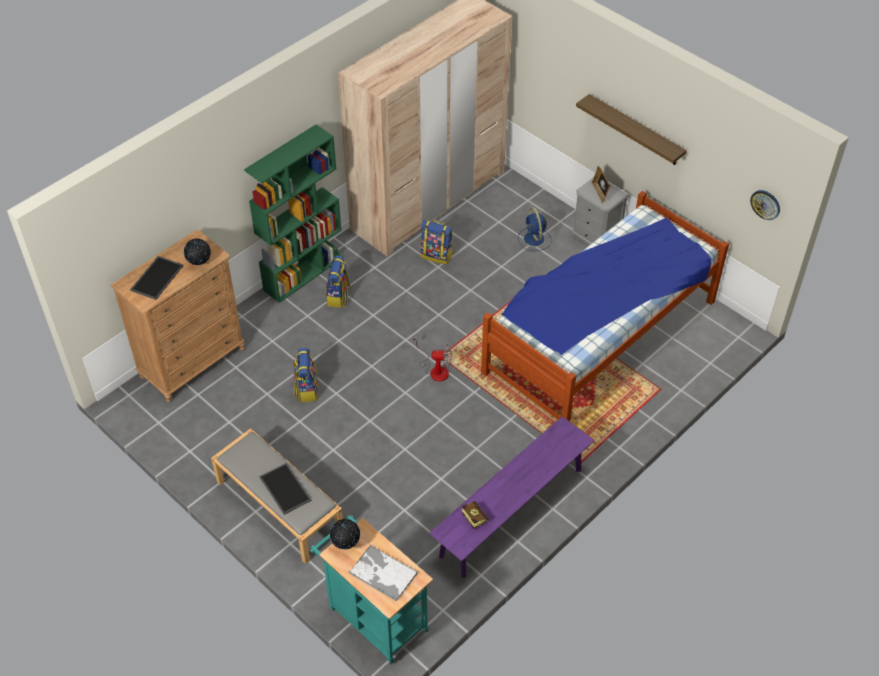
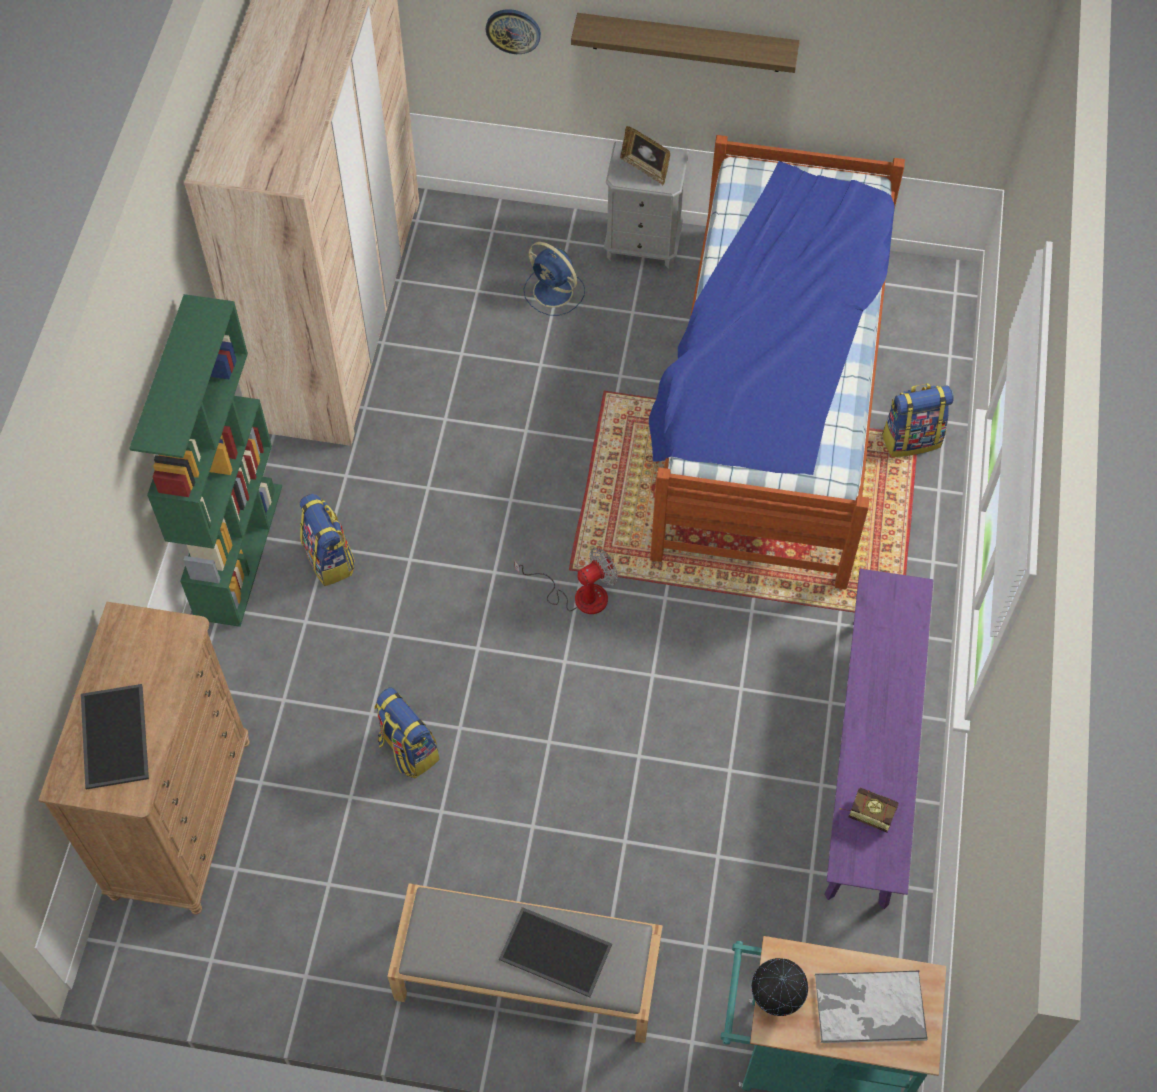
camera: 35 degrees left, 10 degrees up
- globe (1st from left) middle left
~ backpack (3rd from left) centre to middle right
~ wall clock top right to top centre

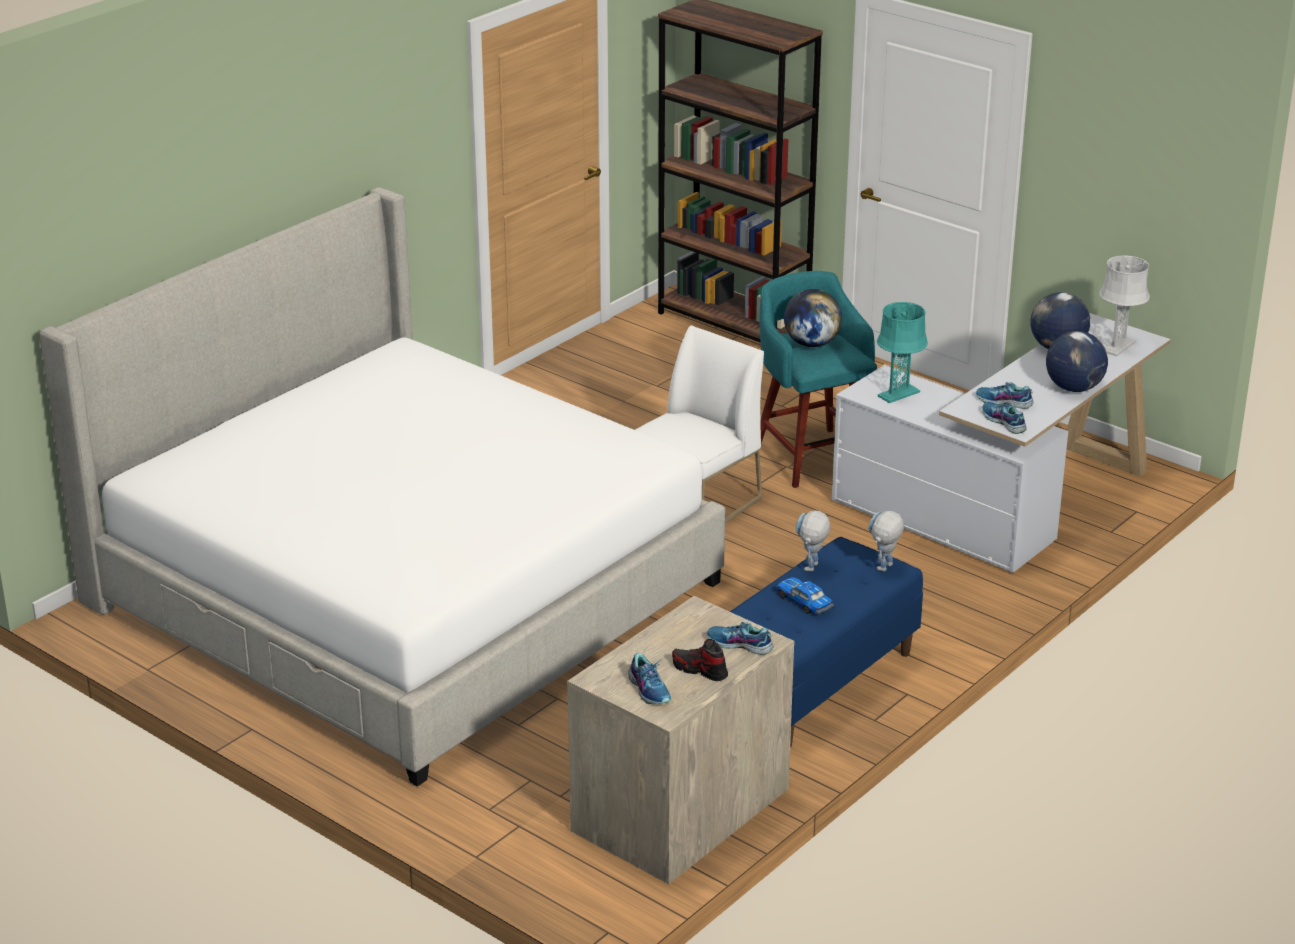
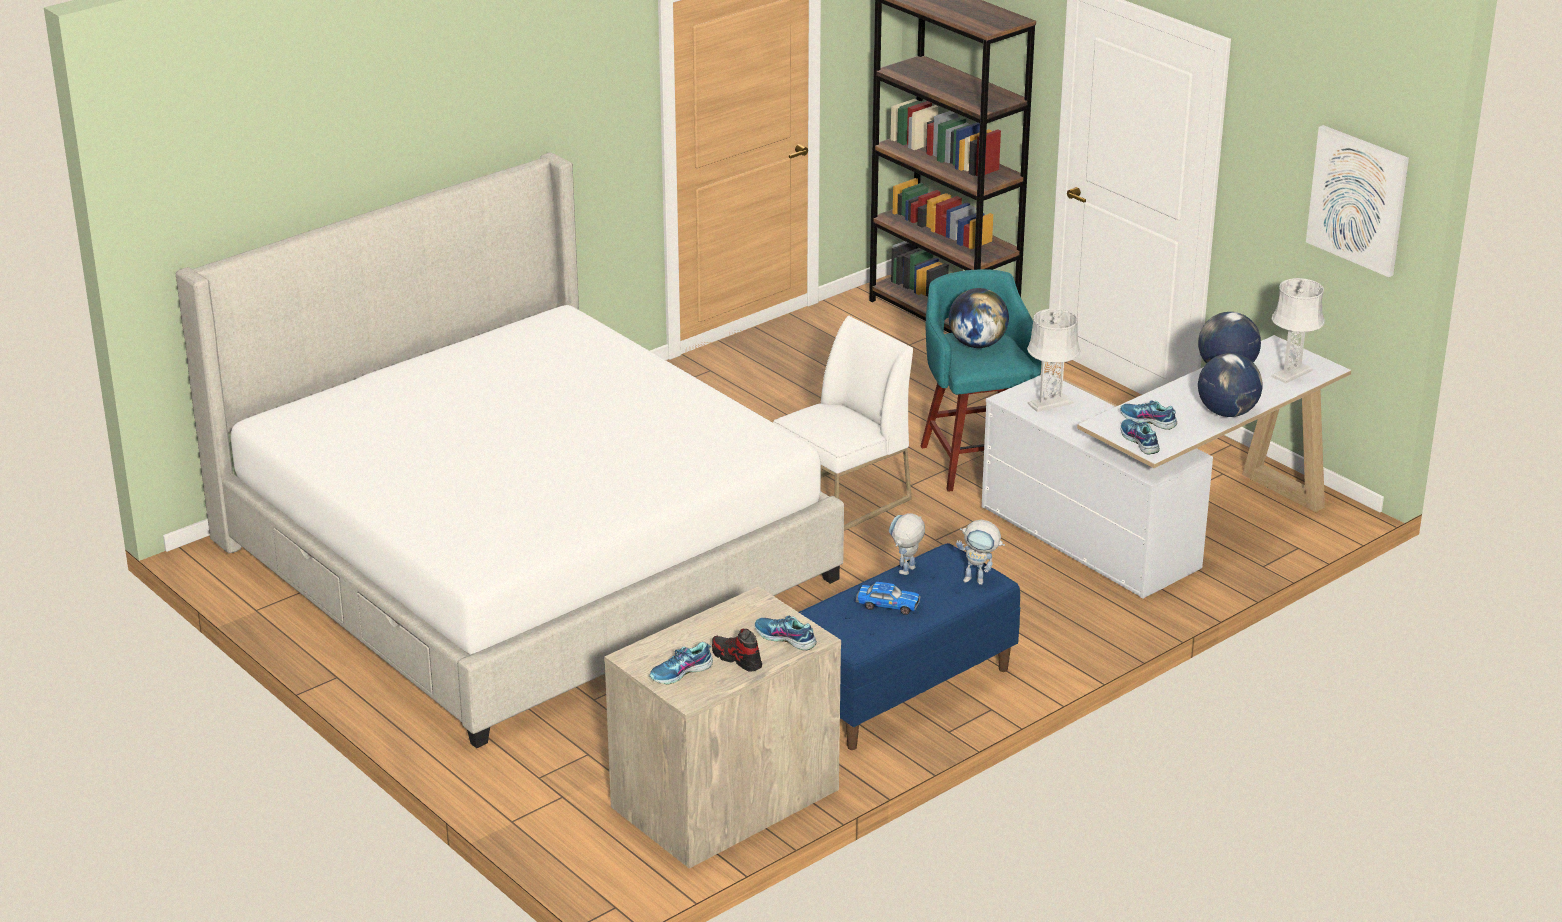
camera: 10 degrees right, 0 degrees up
+ picture top right
~ turquoise table lamp middle right to grey table lamp (1st from left) middle right
~ shoe (1st from left) bottom centre = bottom centre 75 degrees clockwise
~ toy car centre = centre 135 degrees clockwise
~ toy robot (2nd from left) middle right = centre 120 degrees counterclockwise

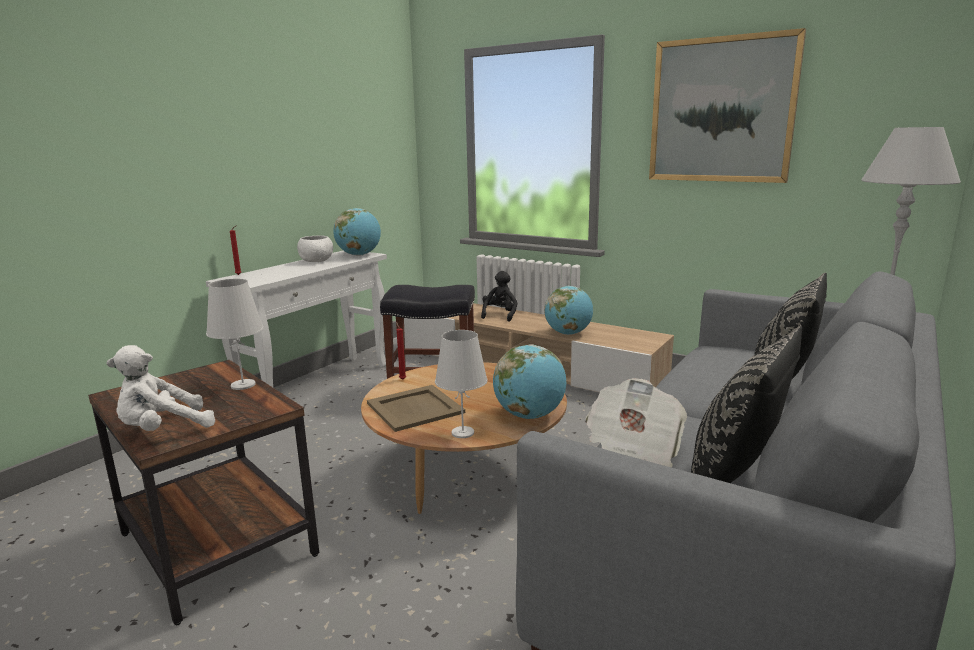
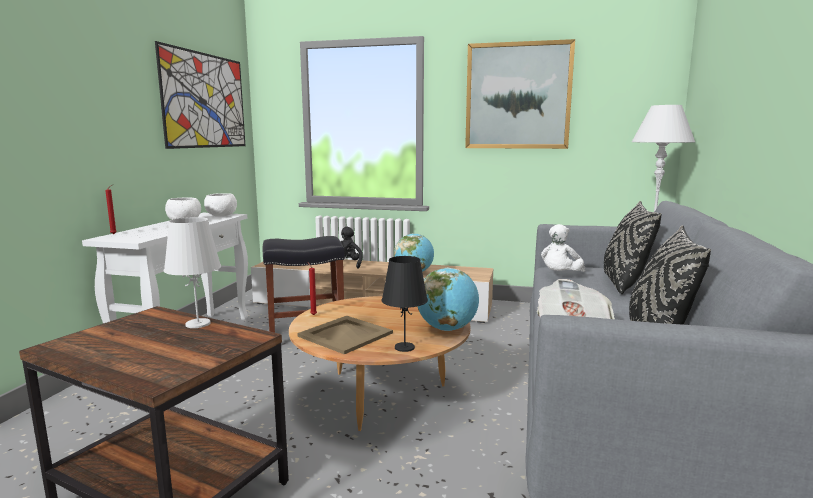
camera: 20 degrees left, 5 degrees down
+ picture (1st from left) top left
~ white plush toy middle left to middle right
~ globe (1st from left) centre to white bowl (2nd from left) middle left
~ white table lamp (2nd from left) centre to black table lamp centre

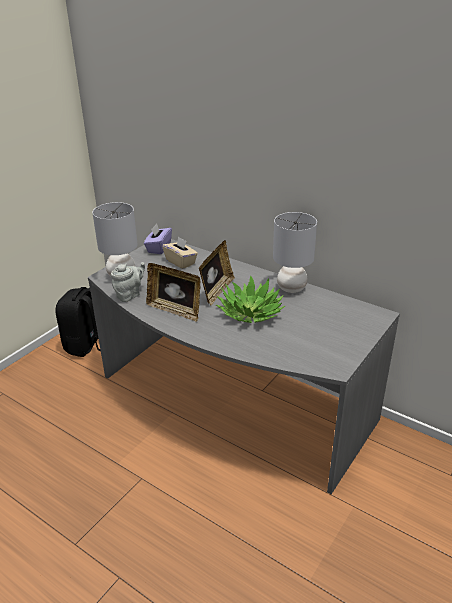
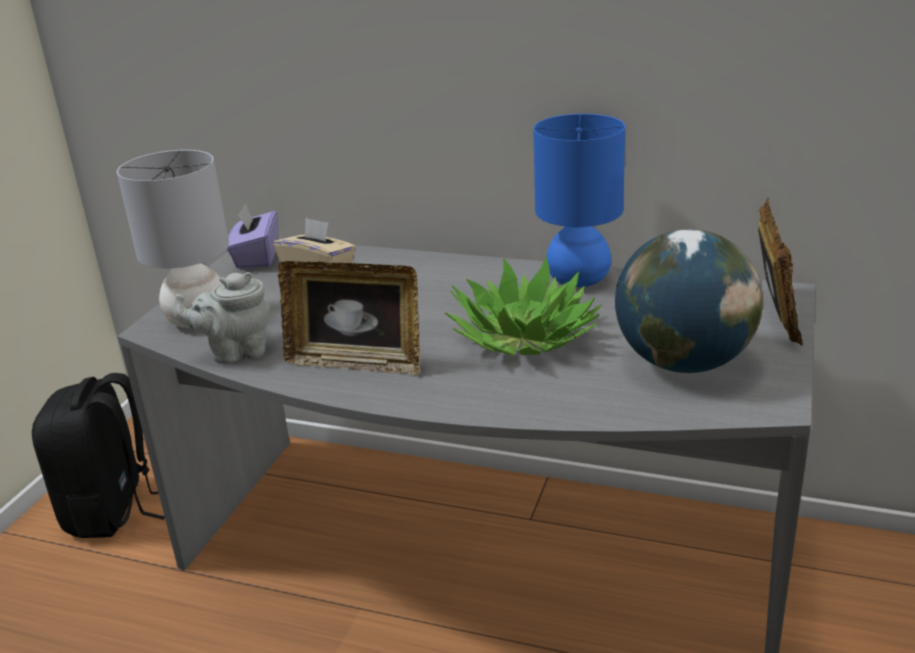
camera: 15 degrees left, 5 degrees down
+ globe middle right
~ picture frame (2nd from left) centre to middle right
~ grey table lamp (2nd from left) centre to blue table lamp top centre
~ grey teapot middle left = middle left 135 degrees counterclockwise

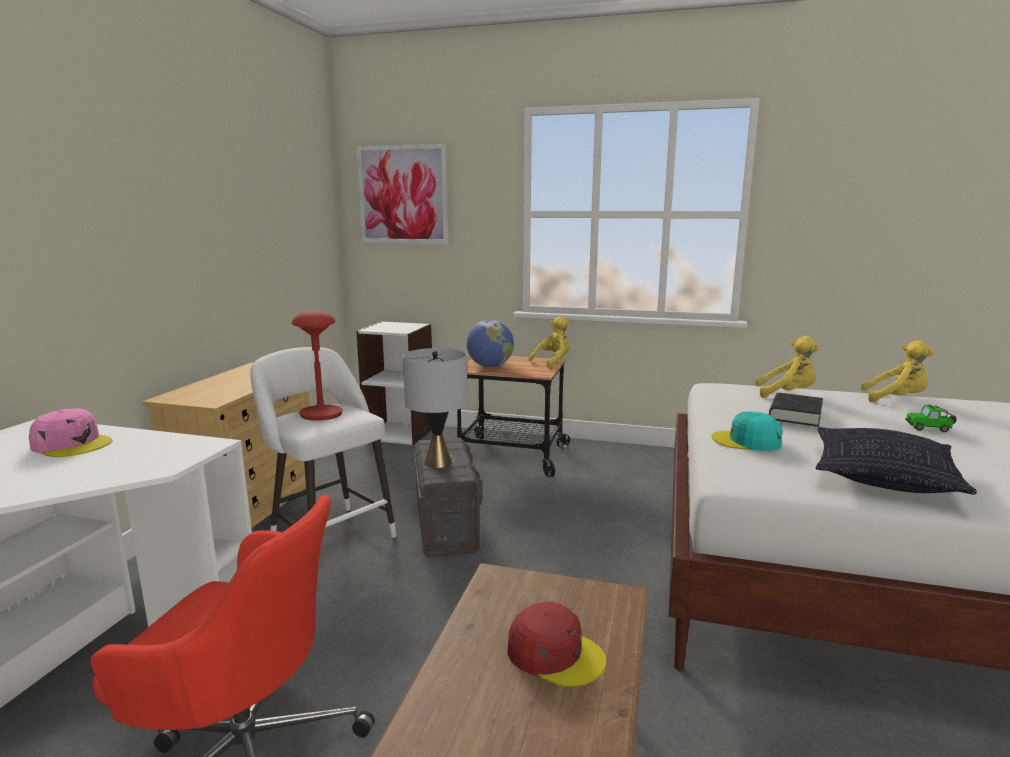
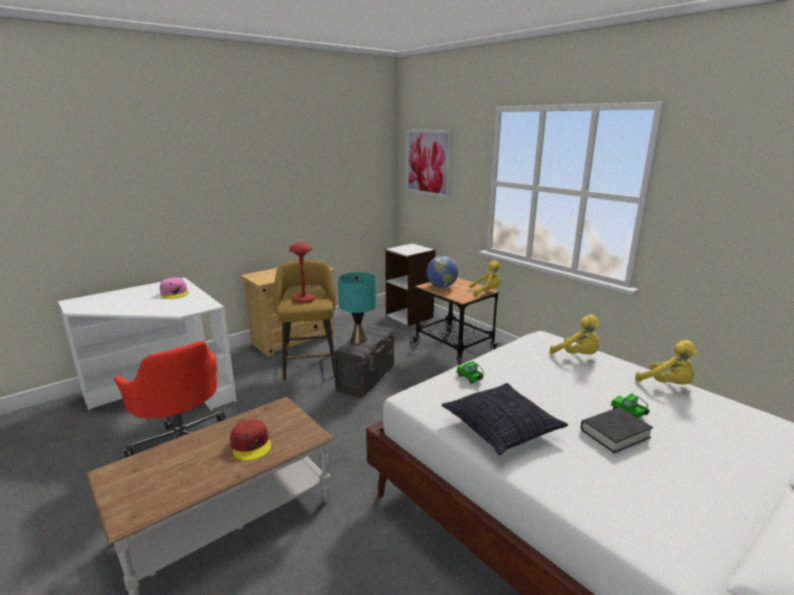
camera: 35 degrees right, 5 degrees up
~ black book middle right to bottom right
~ turquoise cap middle right to toy car (1st from left) centre
~ white stool middle left to yellow stool centre
~ grey table lamp centre to turquoise table lamp centre

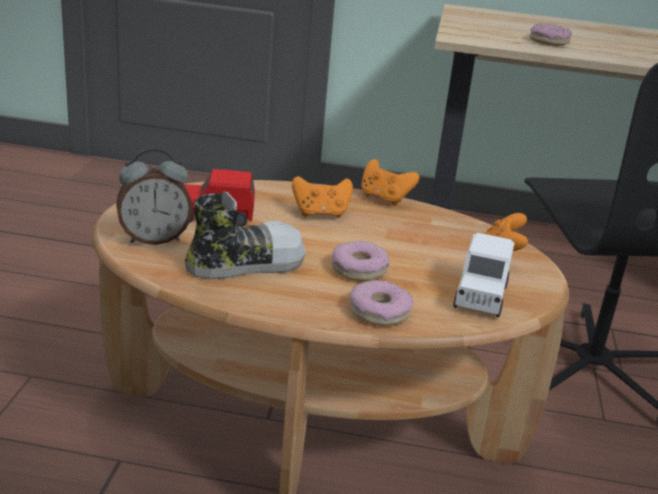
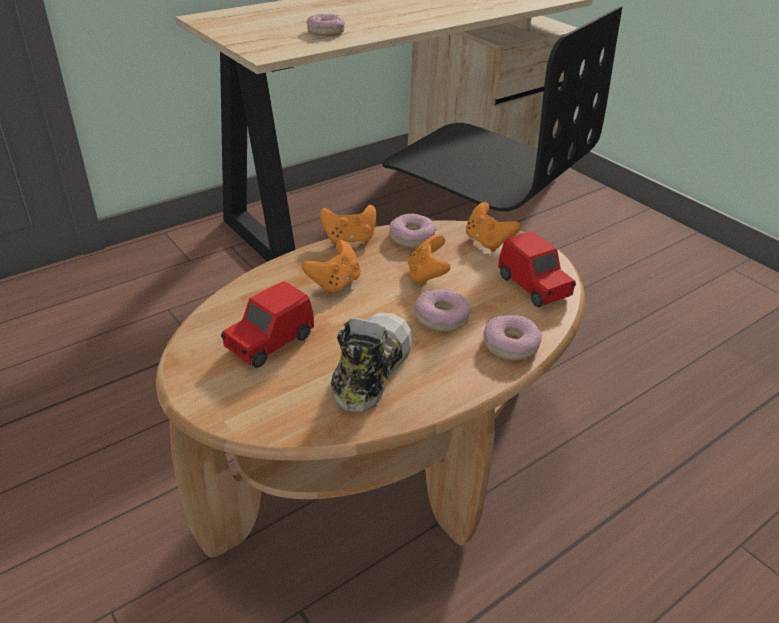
camera: 45 degrees left, 10 degrees up
- alarm clock middle left
+ donut (2nd from left) centre
+ orange game controller (3rd from left) centre
~ white toy car middle right to red toy car (2nd from left) middle right

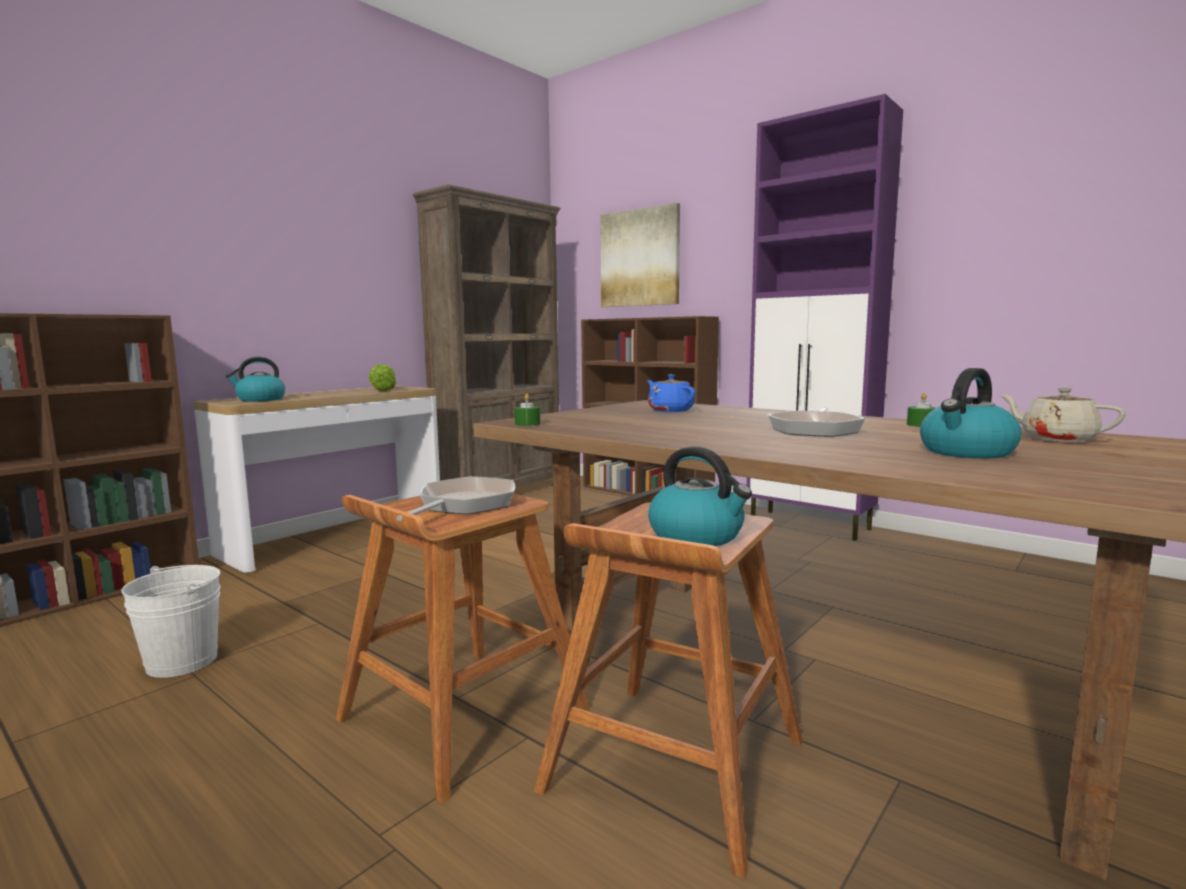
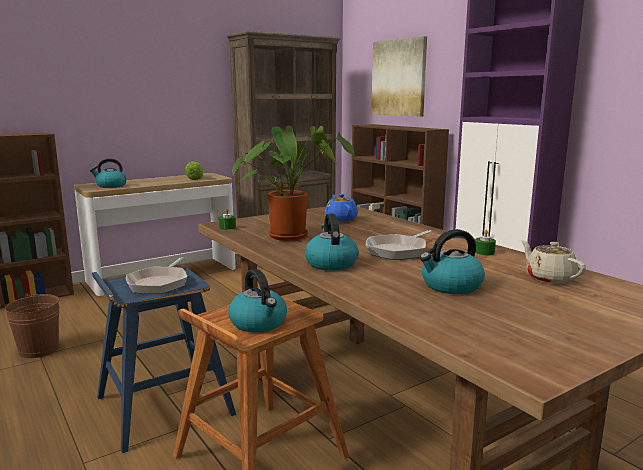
camera: 15 degrees right, 5 degrees up
+ potted plant centre
+ kettle (3rd from left) centre
~ white bucket bottom left to brown bucket bottom left
~ brown stool (1st from left) bottom centre to blue stool bottom left
~ frying pan (1st from left) centre = middle left 150 degrees clockwise

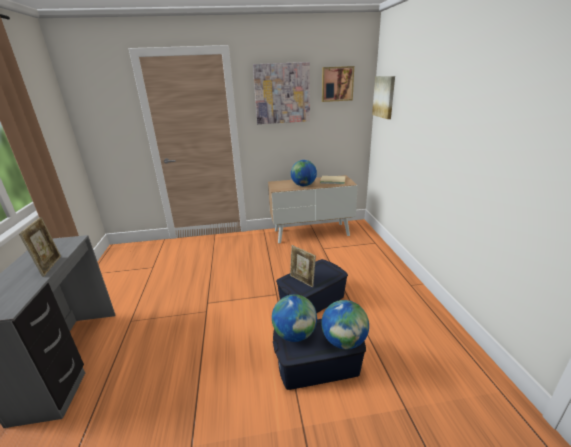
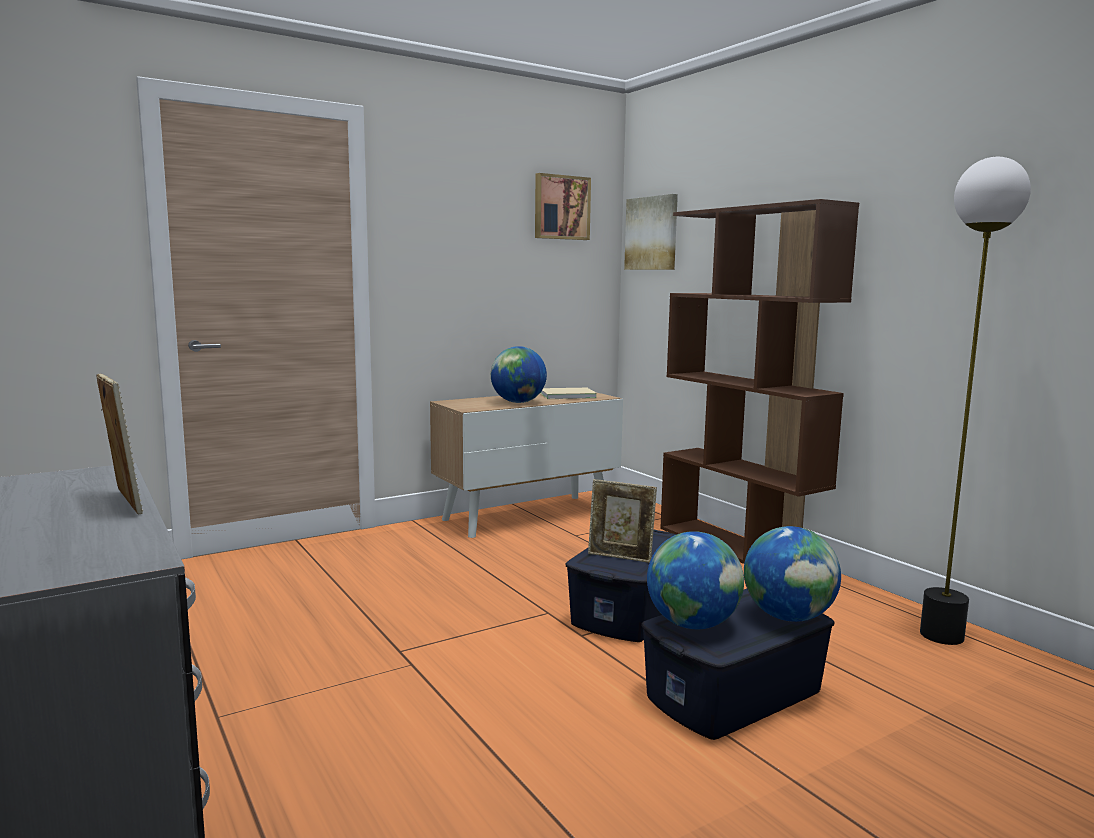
camera: 25 degrees left, 15 degrees down
- picture (1st from left) top centre
+ brown bookcase middle right
+ floor lamp middle right

